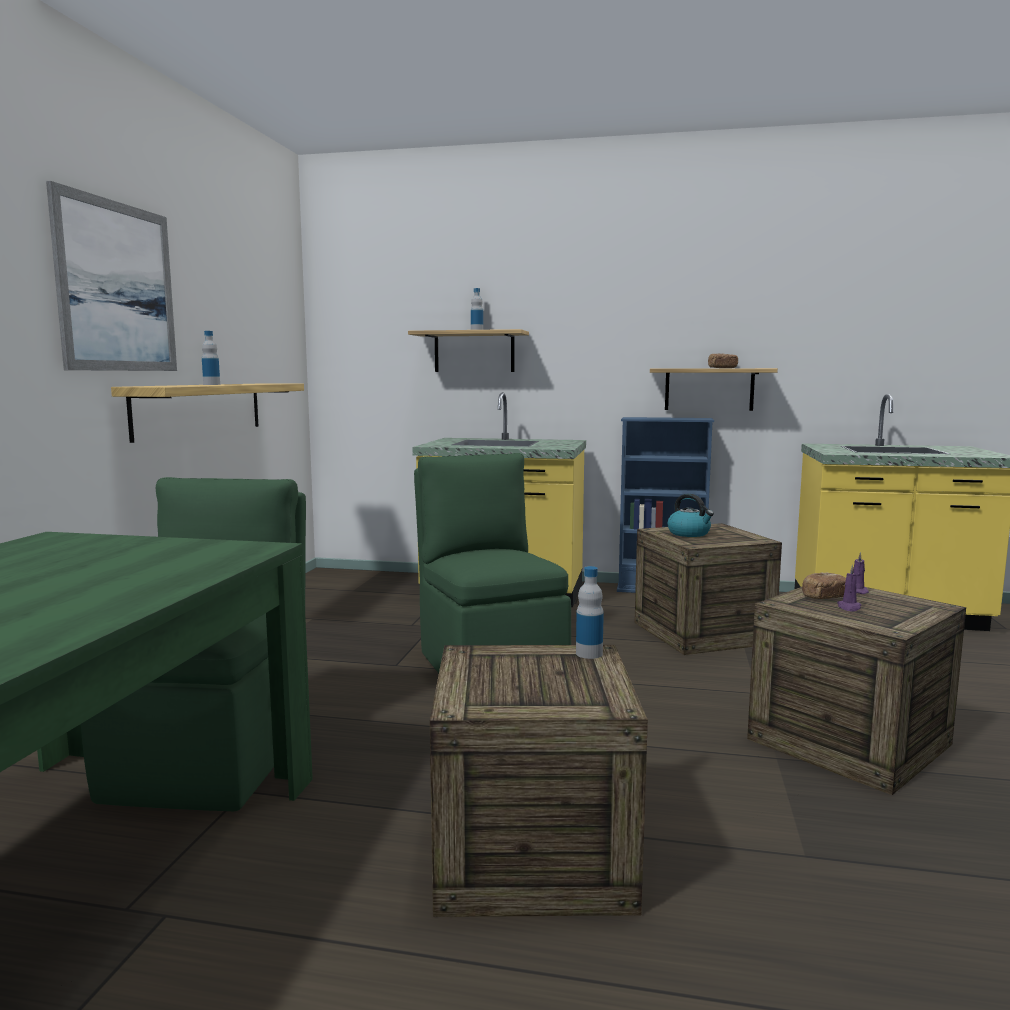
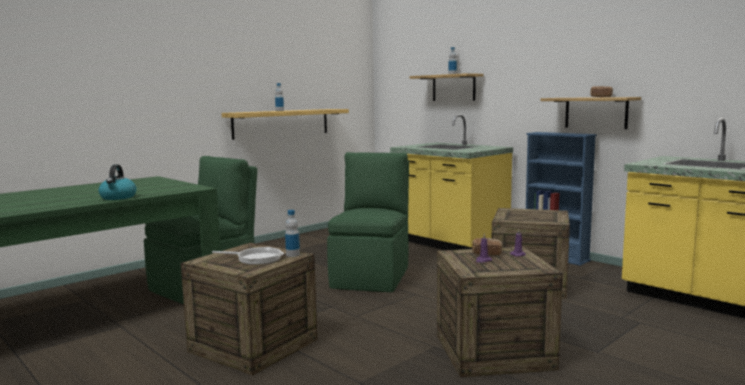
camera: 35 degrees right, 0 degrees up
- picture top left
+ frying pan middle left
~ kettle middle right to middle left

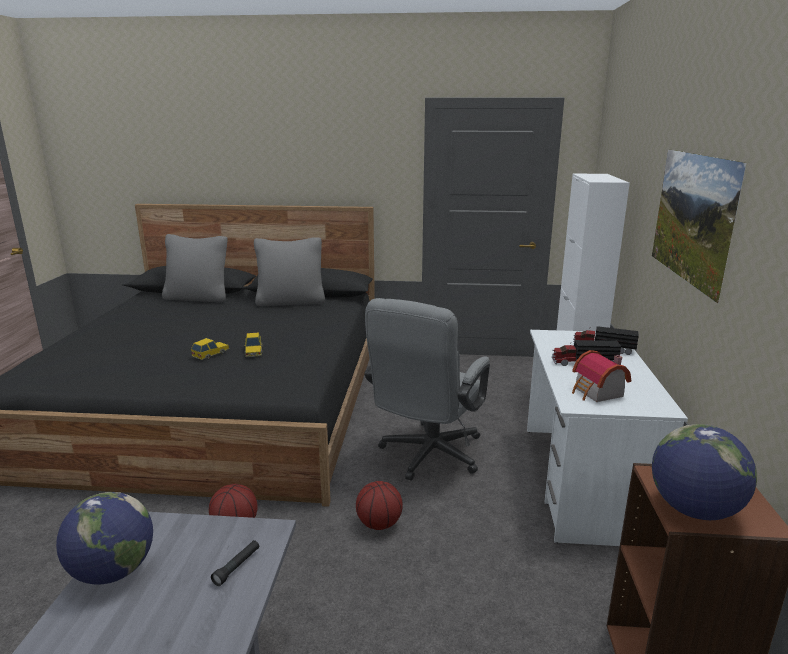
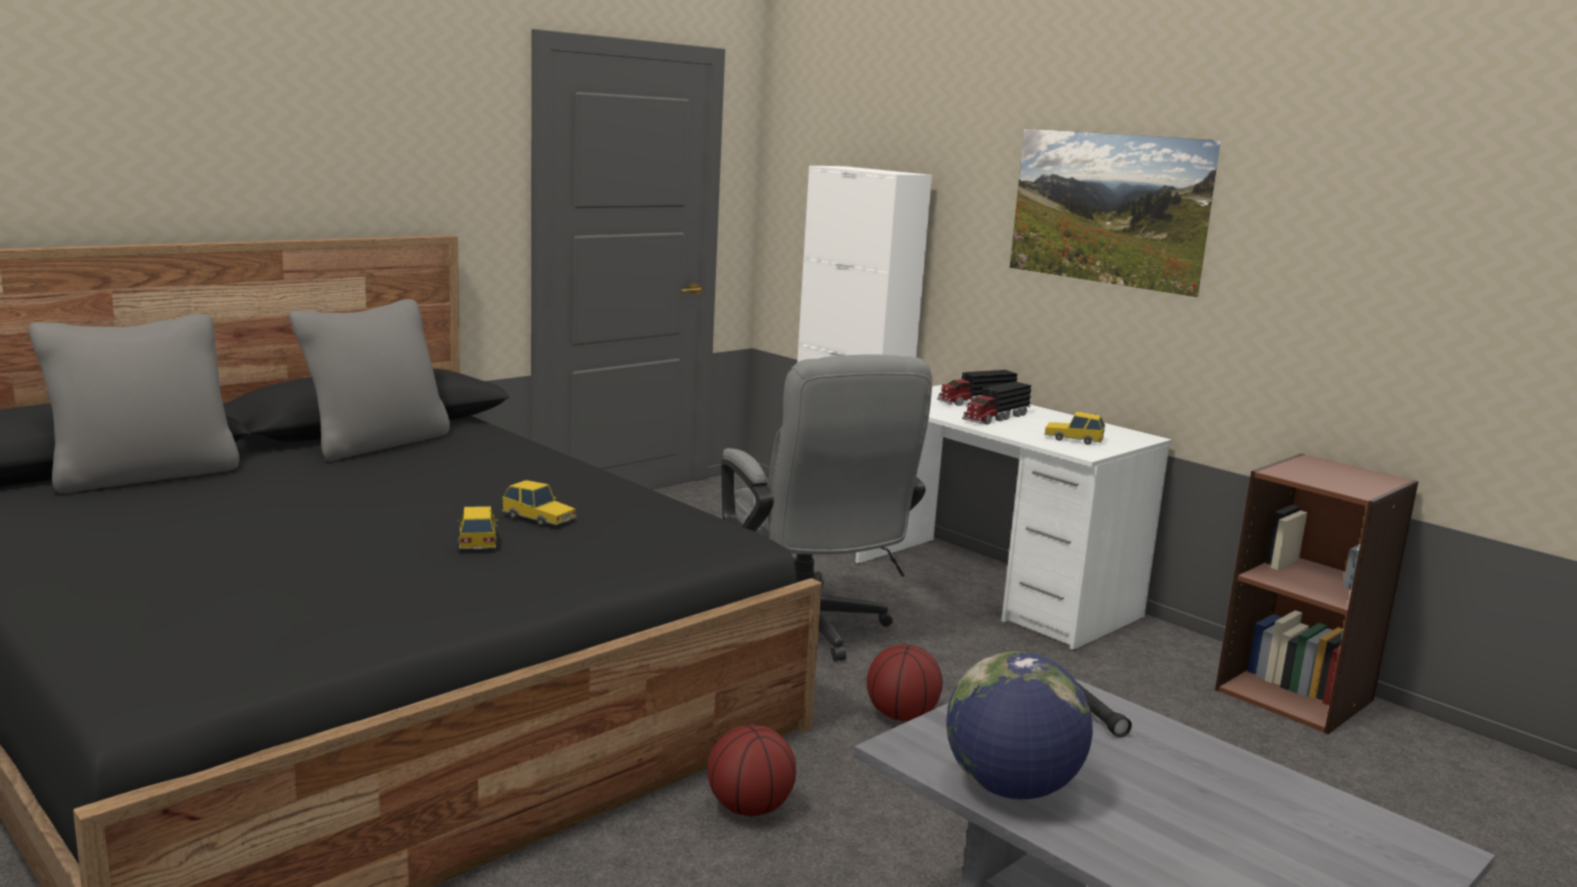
camera: 50 degrees left, 5 degrees down
- globe (2nd from left) bottom right
~ toy house middle right to toy car (3rd from left) middle right

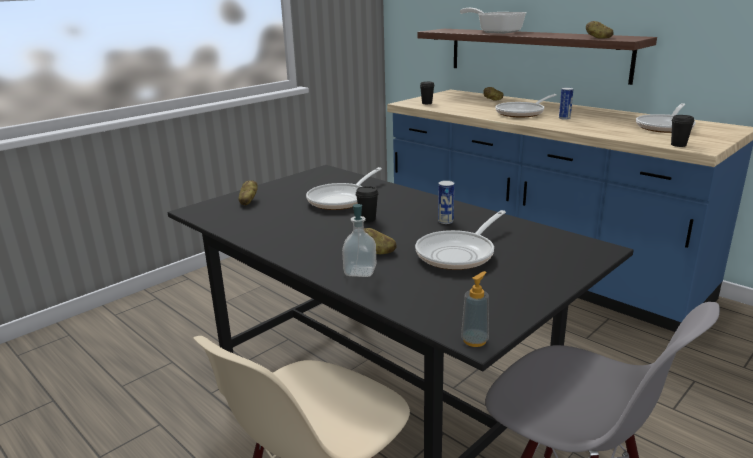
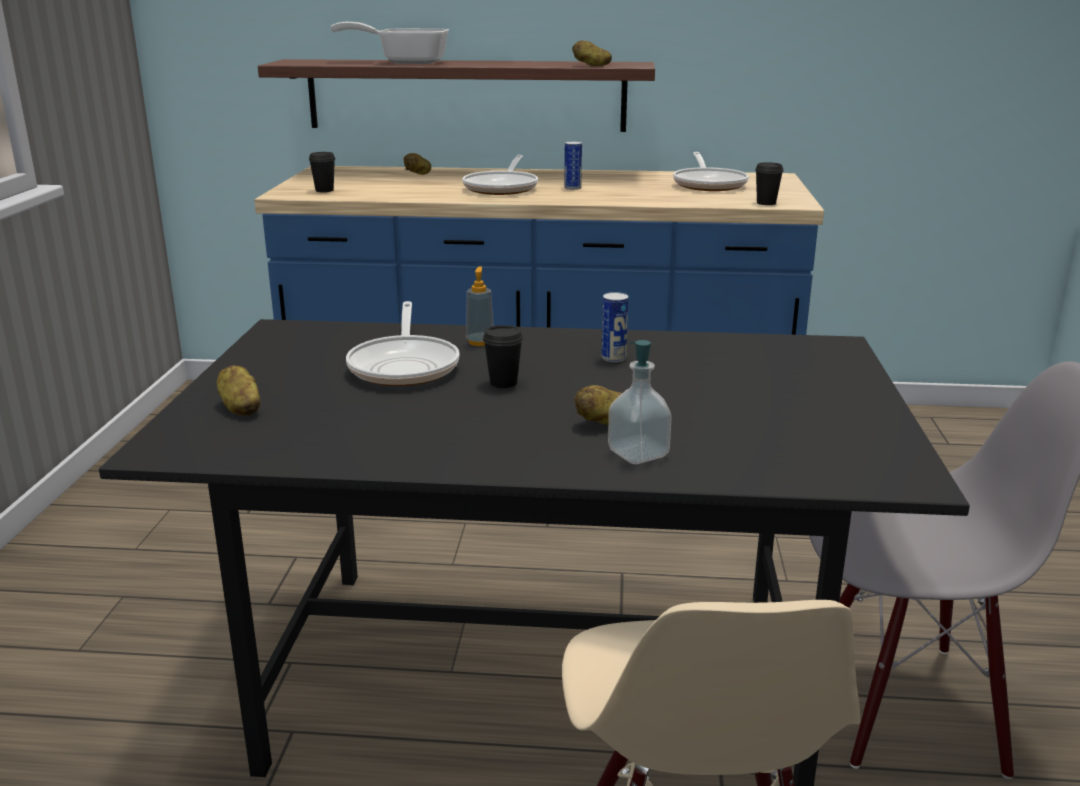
camera: 40 degrees left, 0 degrees up
- frying pan (2nd from left) centre
~ soap dispenser (2nd from left in the first image) bottom centre to soap dispenser (1st from left) centre

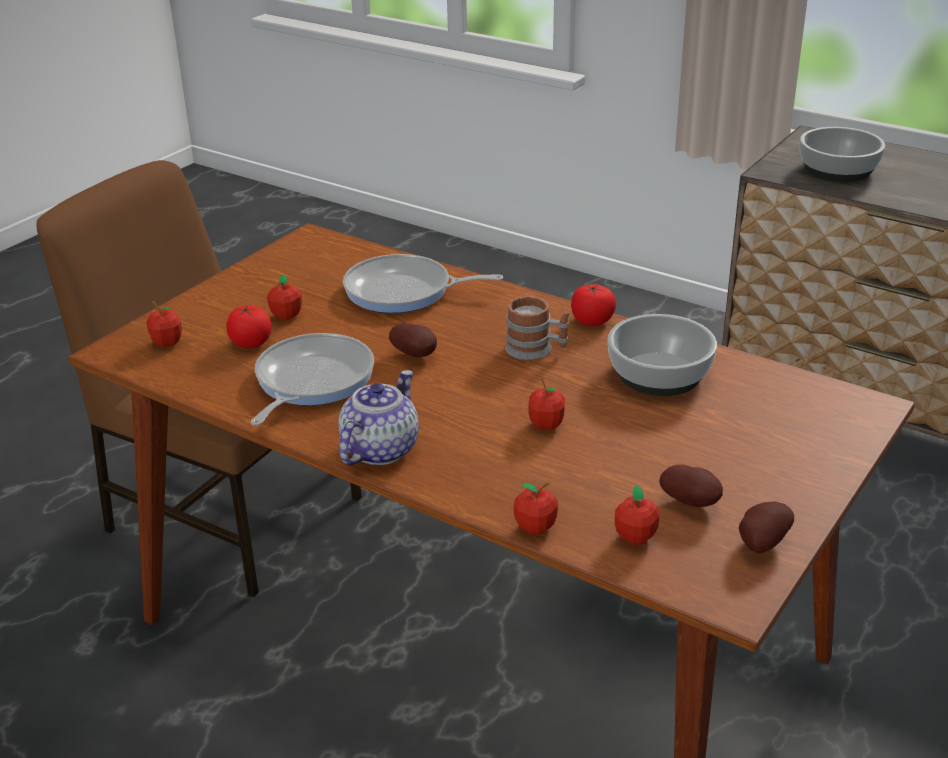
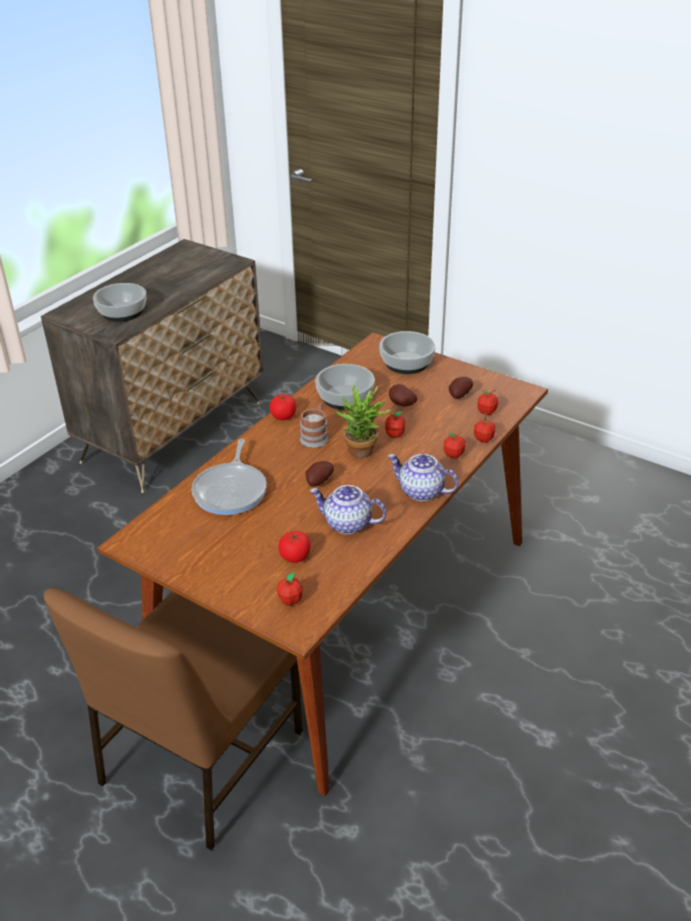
camera: 90 degrees left, 5 degrees up
+ potted plant centre
+ bowl (3rd from left) centre
~ apple (2nd from left in the first image) middle left to apple (3rd from left) centre
~ potato (3rd from left in the first image) bottom right to potato (2nd from left) centre
~ frying pan (1st from left) middle left to teapot (1st from left) centre

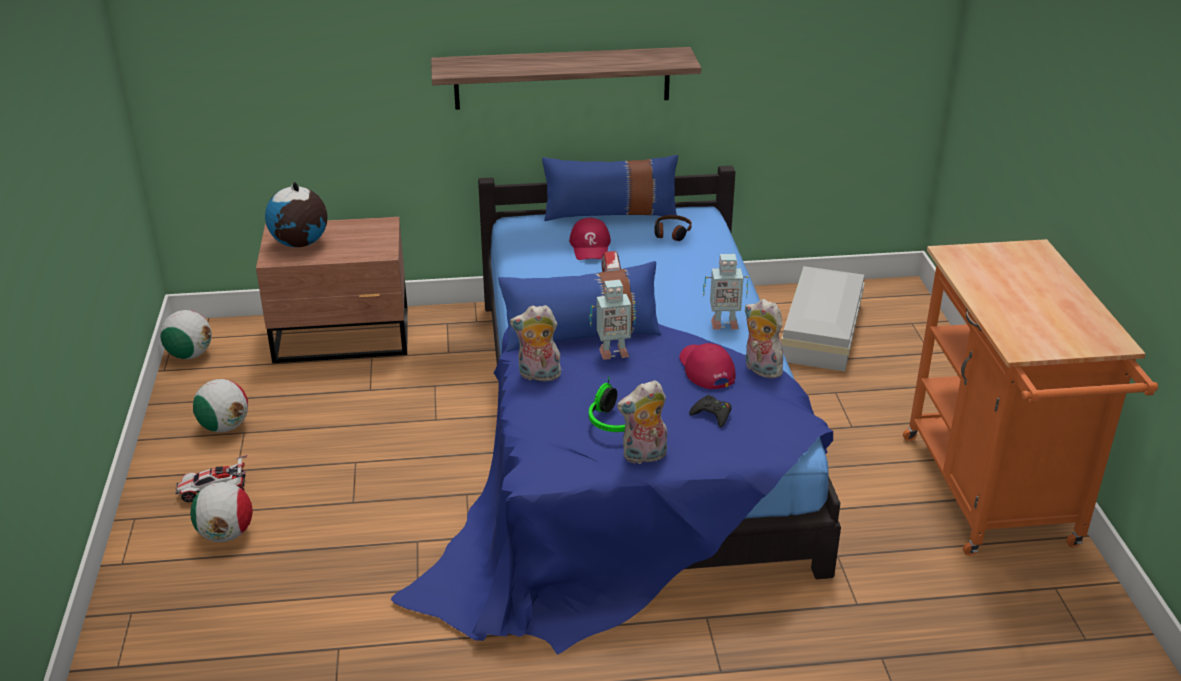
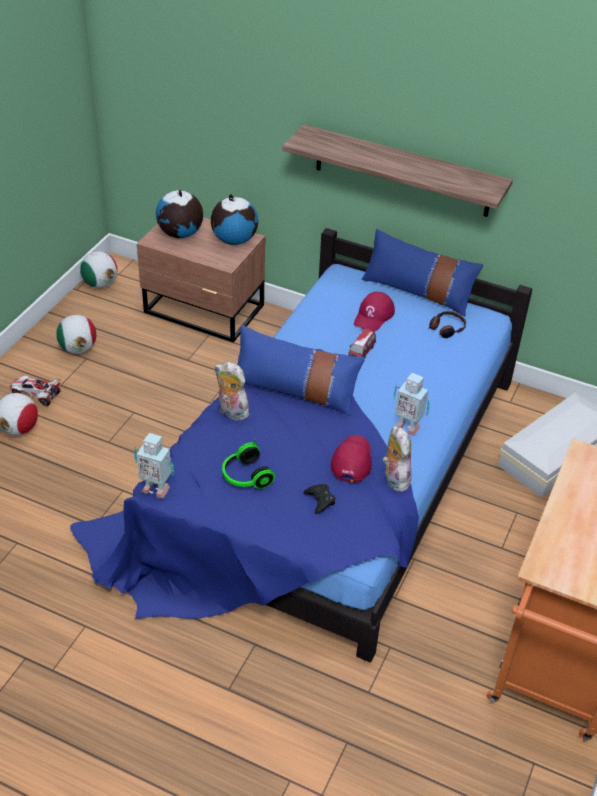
camera: 30 degrees right, 10 degrees up
- plush toy (2nd from left) centre
+ globe (2nd from left) top centre
~ toy robot (1st from left) centre to middle left

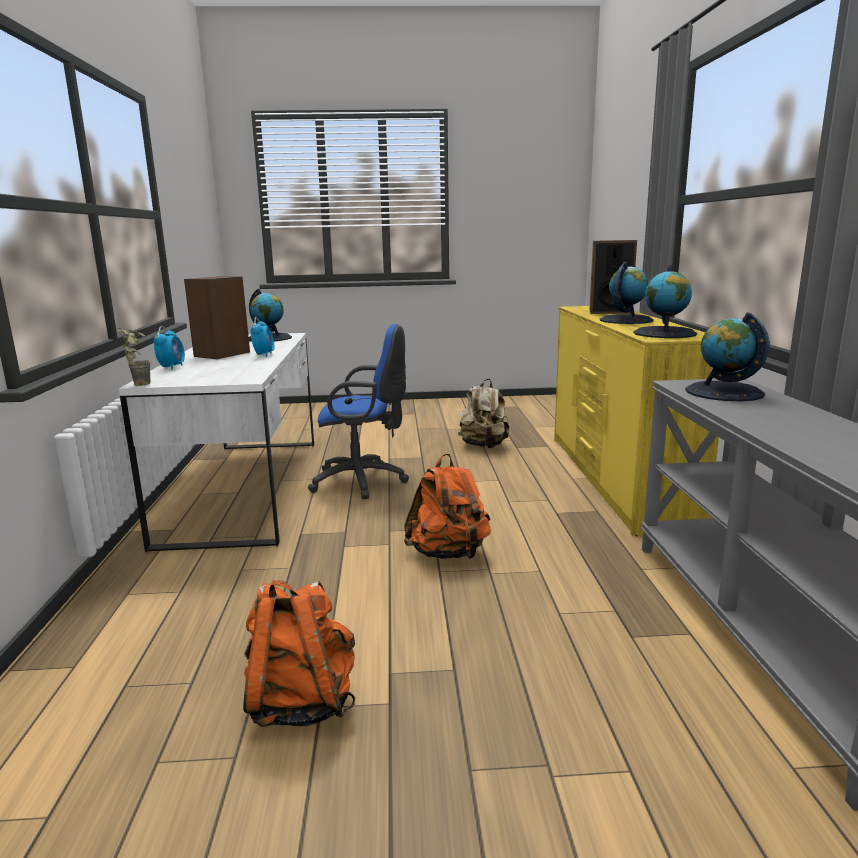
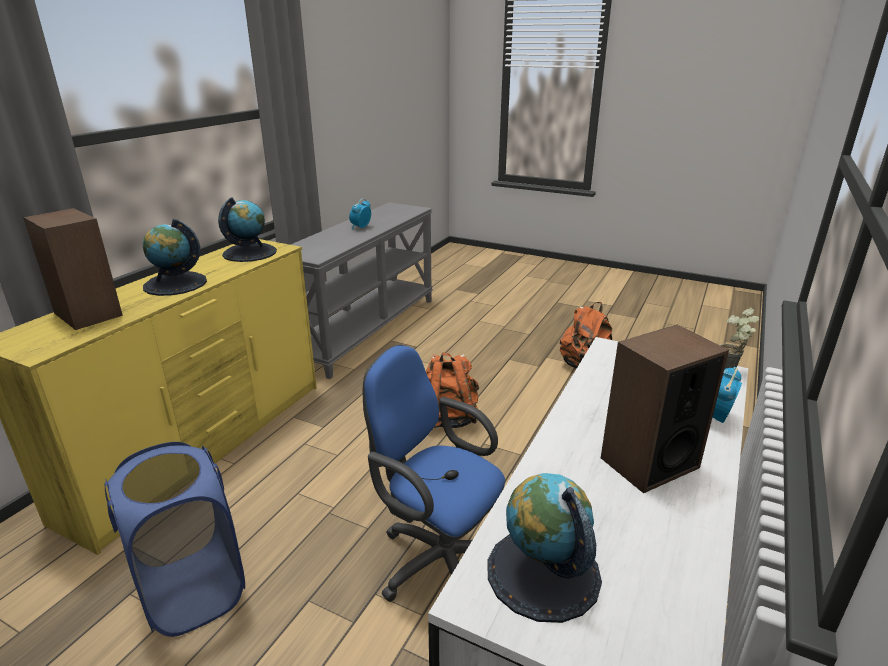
camera: 150 degrees left, 10 degrees up
- globe (4th from left) middle right
~ alarm clock (2nd from left in the first image) middle left to alarm clock (1st from left) top centre
~ beige backpack centre to blue laundry basket bottom left

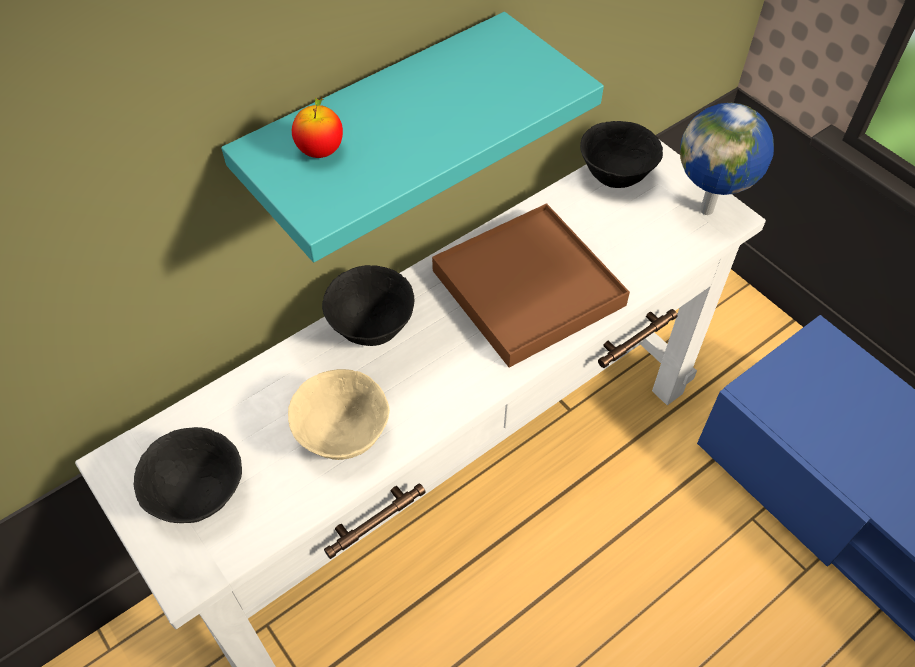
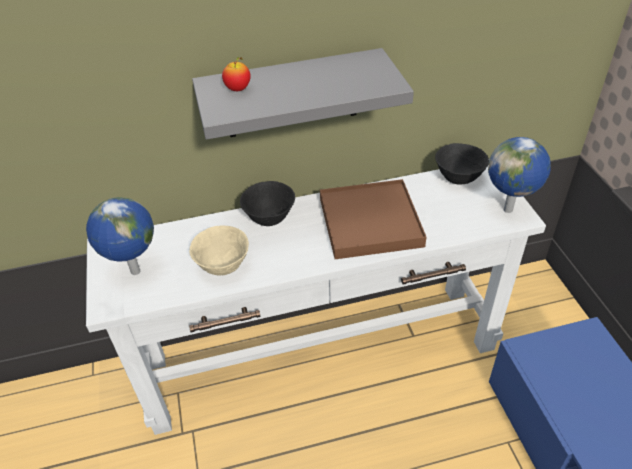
camera: 25 degrees right, 10 degrees down
~ black bowl (1st from left) bottom left to globe (1st from left) middle left
~ turquoise shelf top centre to grey shelf top centre

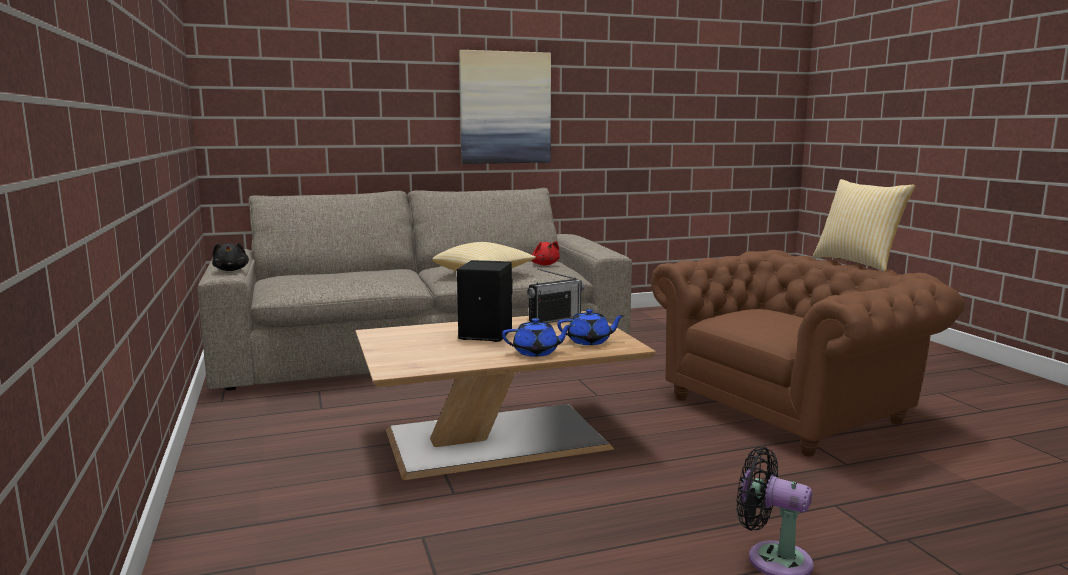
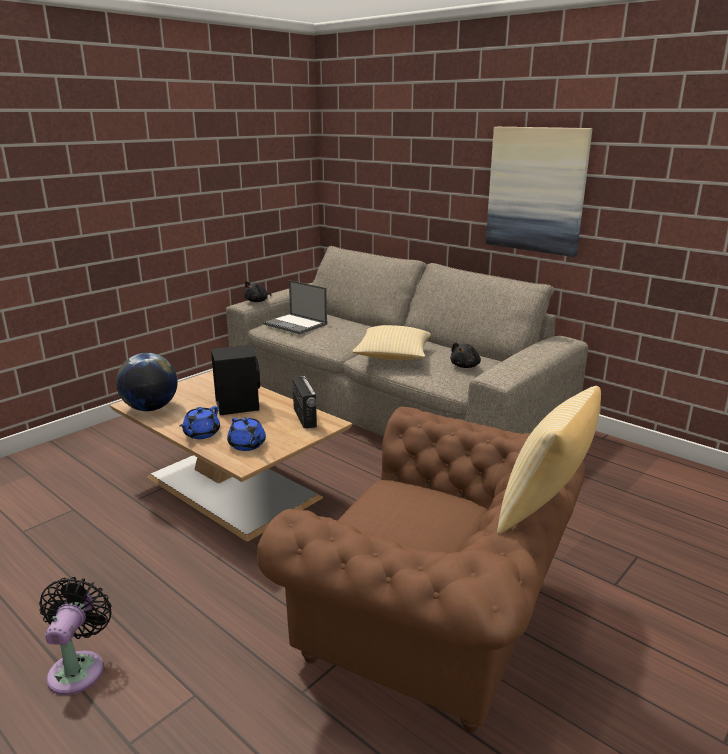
camera: 60 degrees right, 10 degrees up
+ globe middle left
+ laptop centre
~ red plush toy centre to black plush toy (2nd from left) centre
~ blue teapot (1st from left) centre = middle left 60 degrees clockwise
~ radio centre = centre 135 degrees counterclockwise

